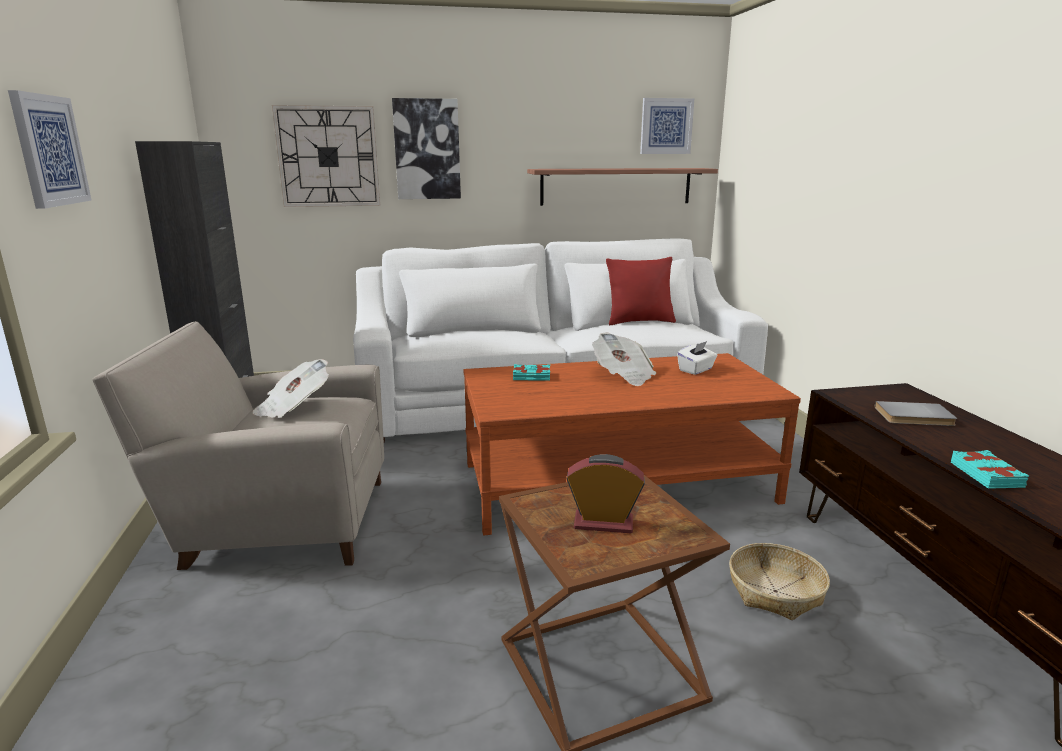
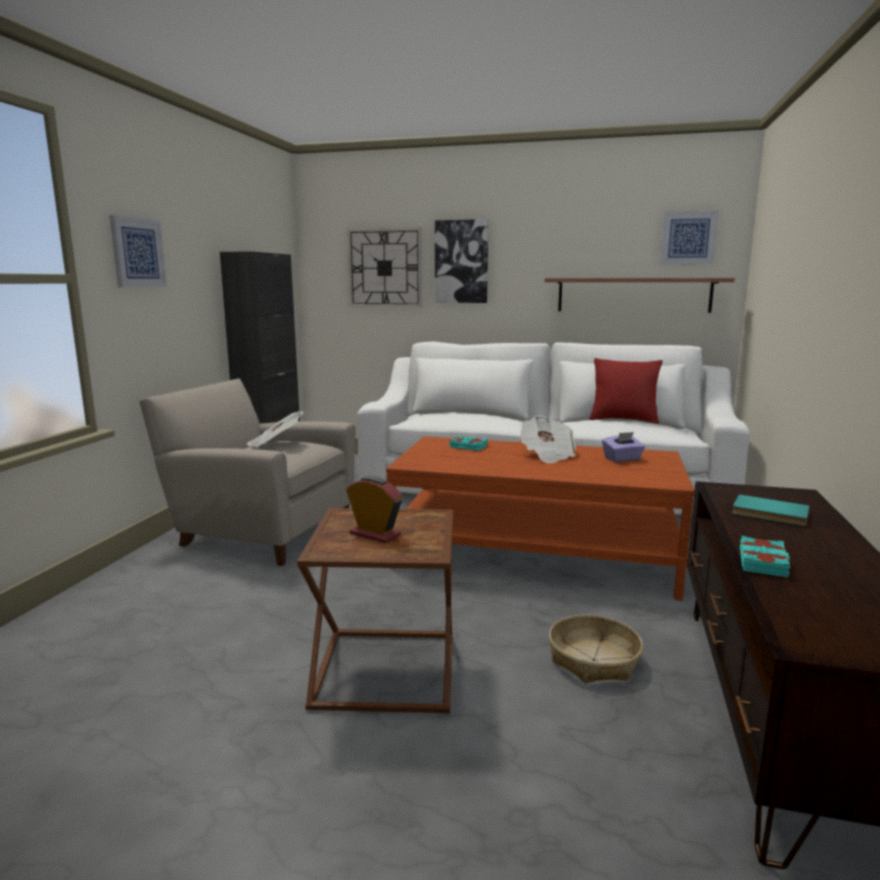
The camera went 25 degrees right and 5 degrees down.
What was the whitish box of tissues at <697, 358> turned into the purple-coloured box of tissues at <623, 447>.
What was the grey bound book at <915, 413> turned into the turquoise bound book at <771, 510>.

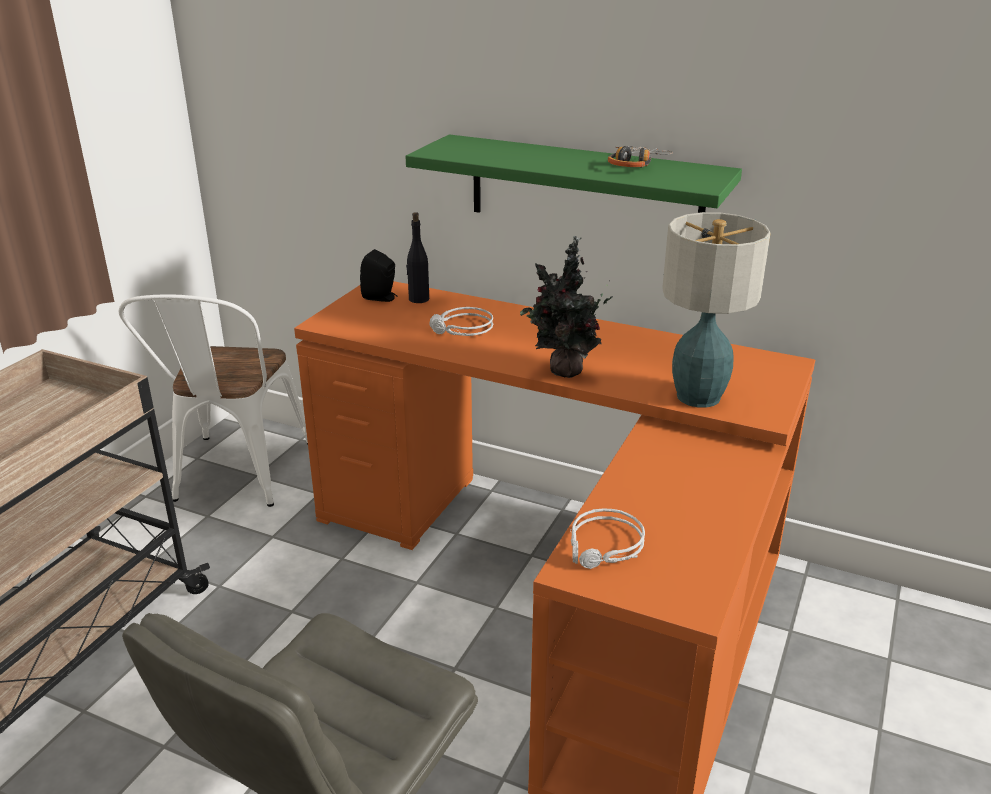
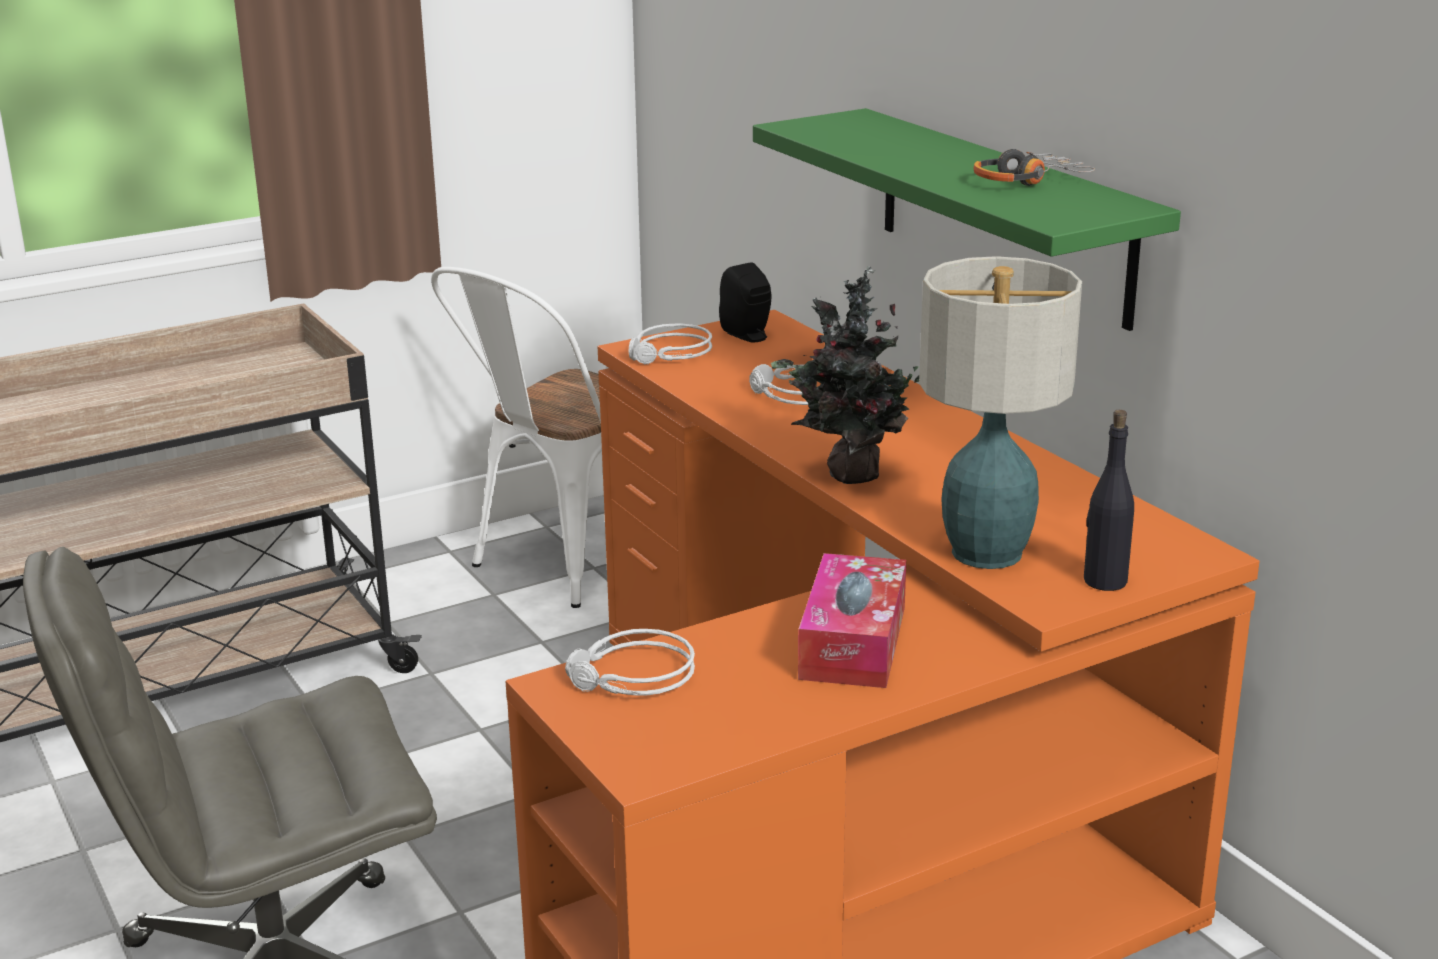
The camera went 35 degrees right and 5 degrees down.
The blackish drink bottle ended up elsewhere, having gone from <417, 257> to <1109, 500>.
The second view gained the grey headphones at <670, 344>.
The second view gained the box of tissues at <852, 620>.

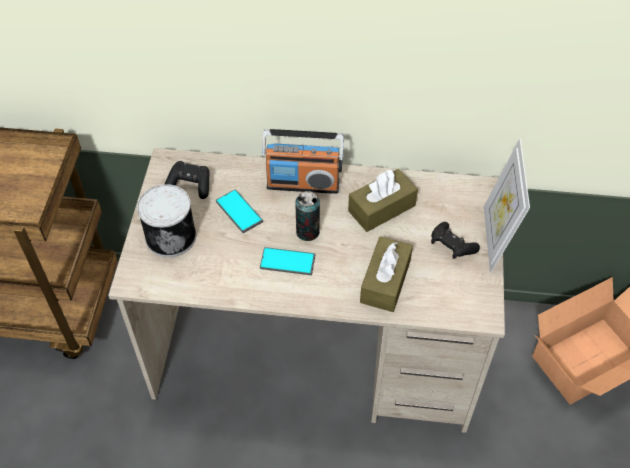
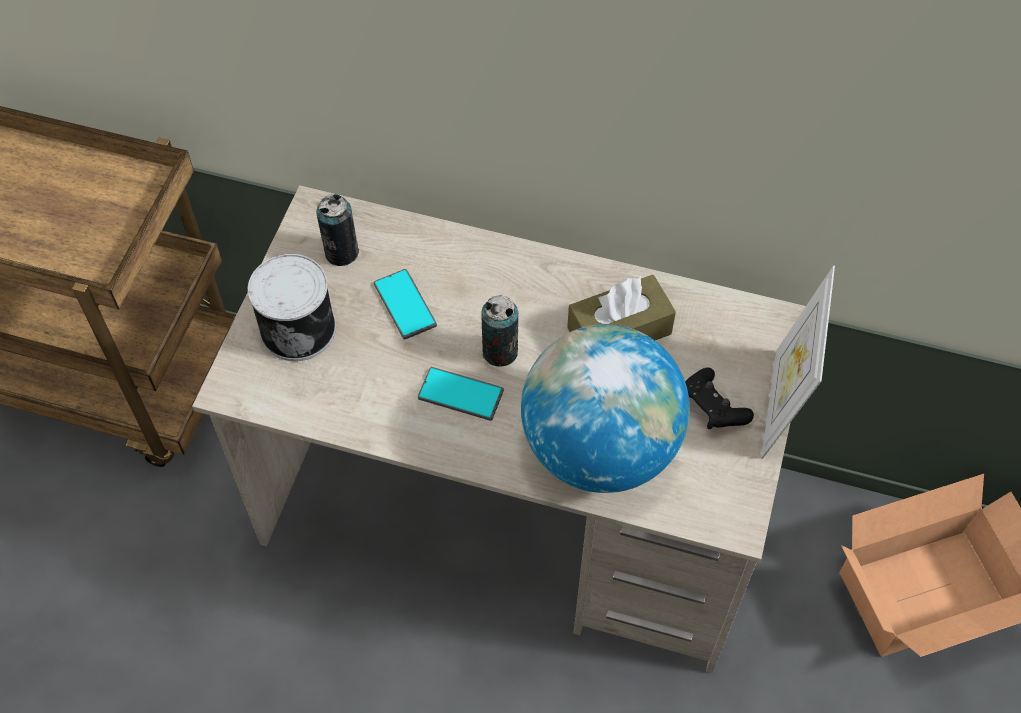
The camera went 10 degrees right and 5 degrees up.
The second view lost the radio set at <303, 161>.
Where the blackish game controller stood at <187, 180>, the metal can came to stand at <337, 230>.
Where the brownish box of tissues stood at <386, 274>, the desk globe came to stand at <605, 408>.

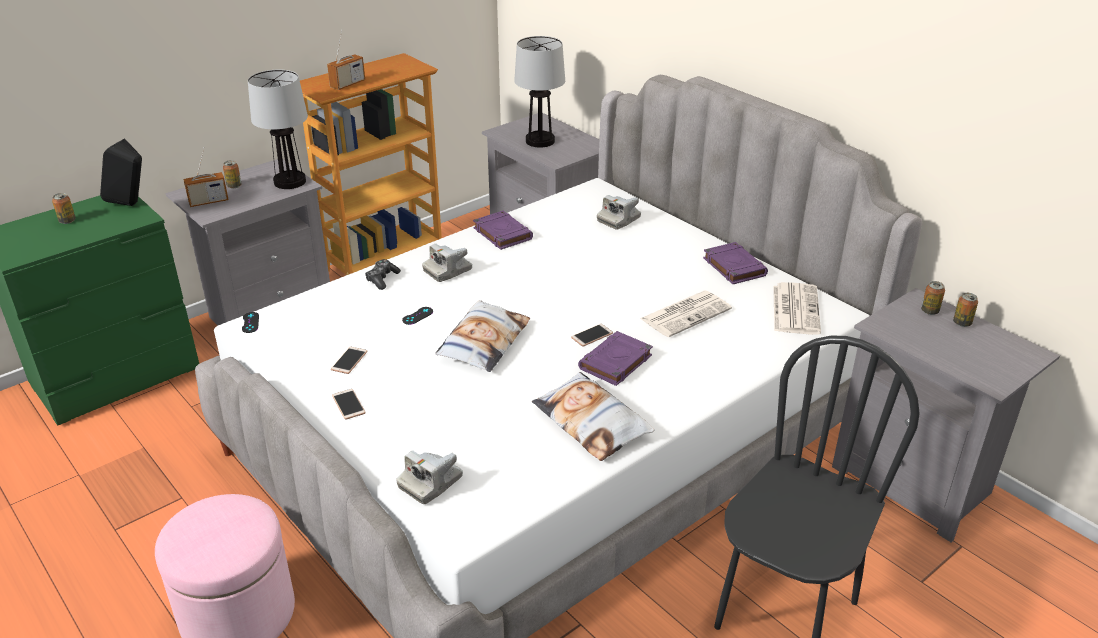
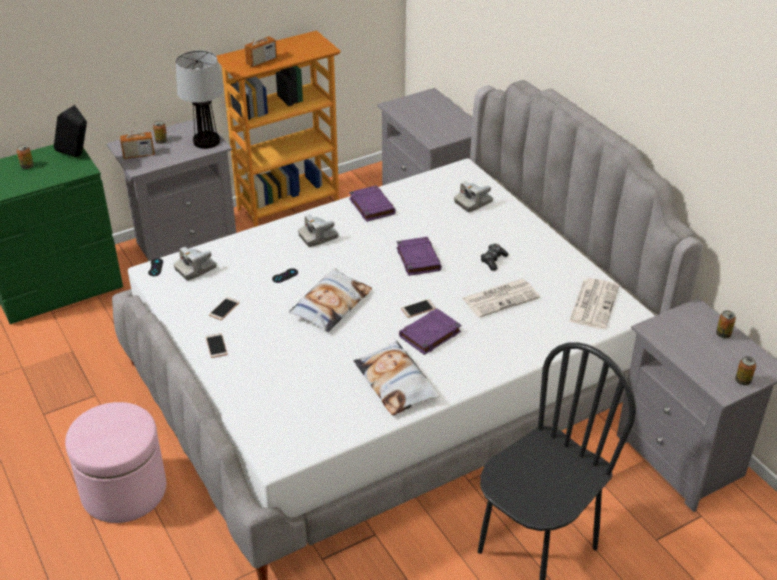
The camera went 10 degrees right and 5 degrees up.
The second view lost the lamp for a table at <539, 92>.
The purple-coloured bound book ended up elsewhere, having gone from <735, 263> to <419, 256>.
The game controller ended up elsewhere, having gone from <383, 274> to <495, 257>.
The metal can ended up elsewhere, having gone from <933, 298> to <745, 370>.
The photo camera ended up elsewhere, having gone from <429, 477> to <195, 263>.

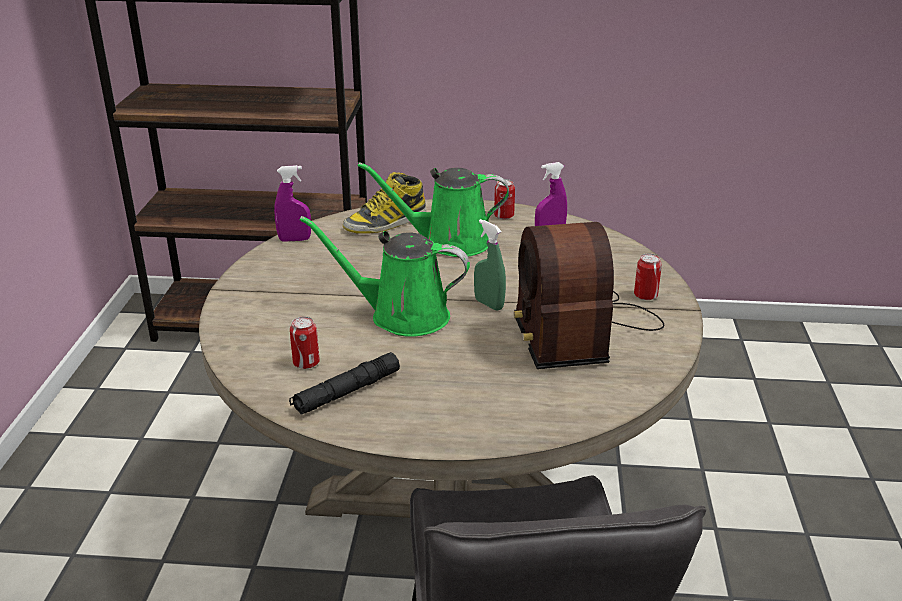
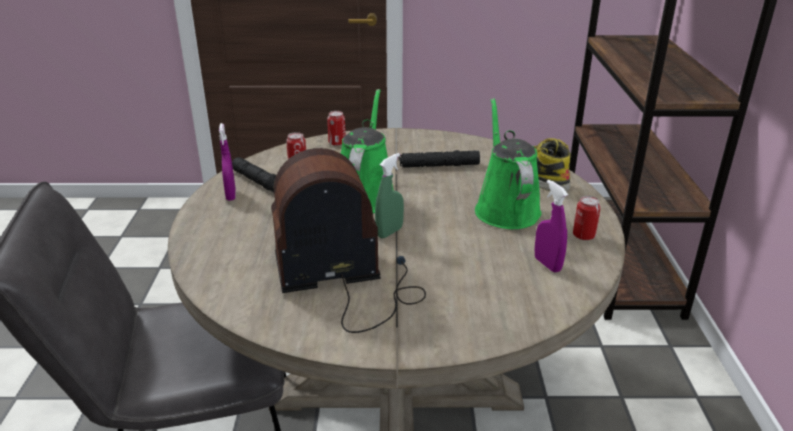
The camera went 85 degrees right and 0 degrees up.
The purple-coloured spray bottle ended up elsewhere, having gone from <292, 203> to <227, 162>.
The metal can ended up elsewhere, having gone from <648, 276> to <336, 128>.
The second view gained the blackish flashlight at <439, 159>.

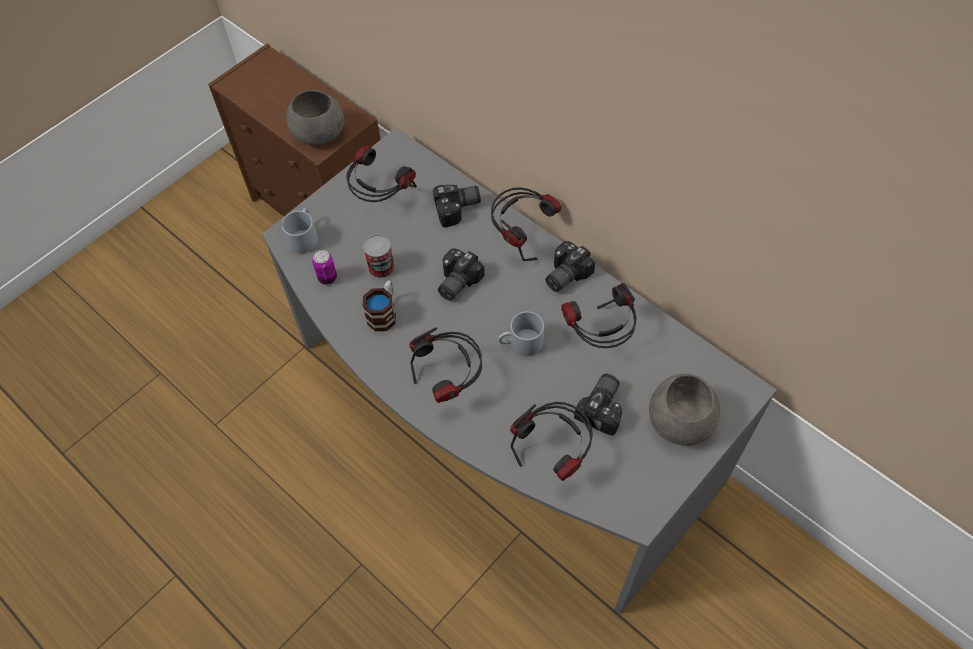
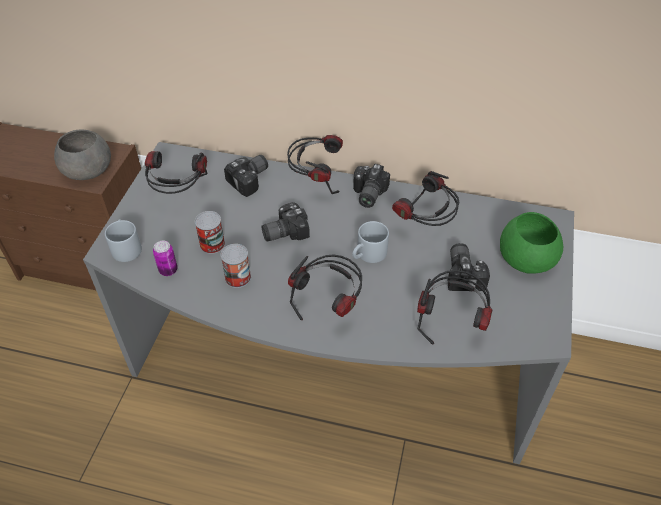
The camera went 30 degrees left and 10 degrees down.
The photo camera at <461, 275> ended up facing another way, 60 degrees clockwise from before.
Where the mug stood at <379, 305>, the metal can came to stand at <236, 266>.
What was the grey deep dish at <684, 410> turned into the green deep dish at <531, 243>.

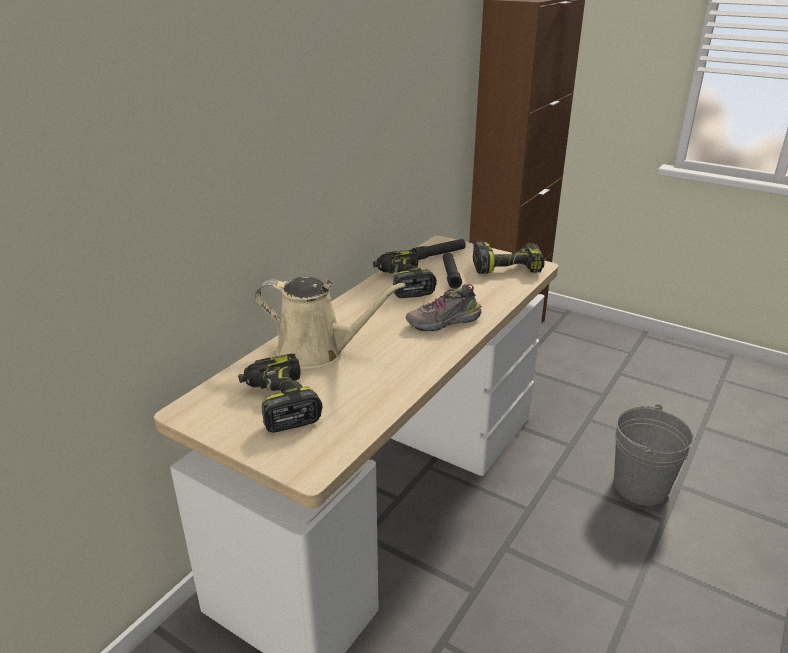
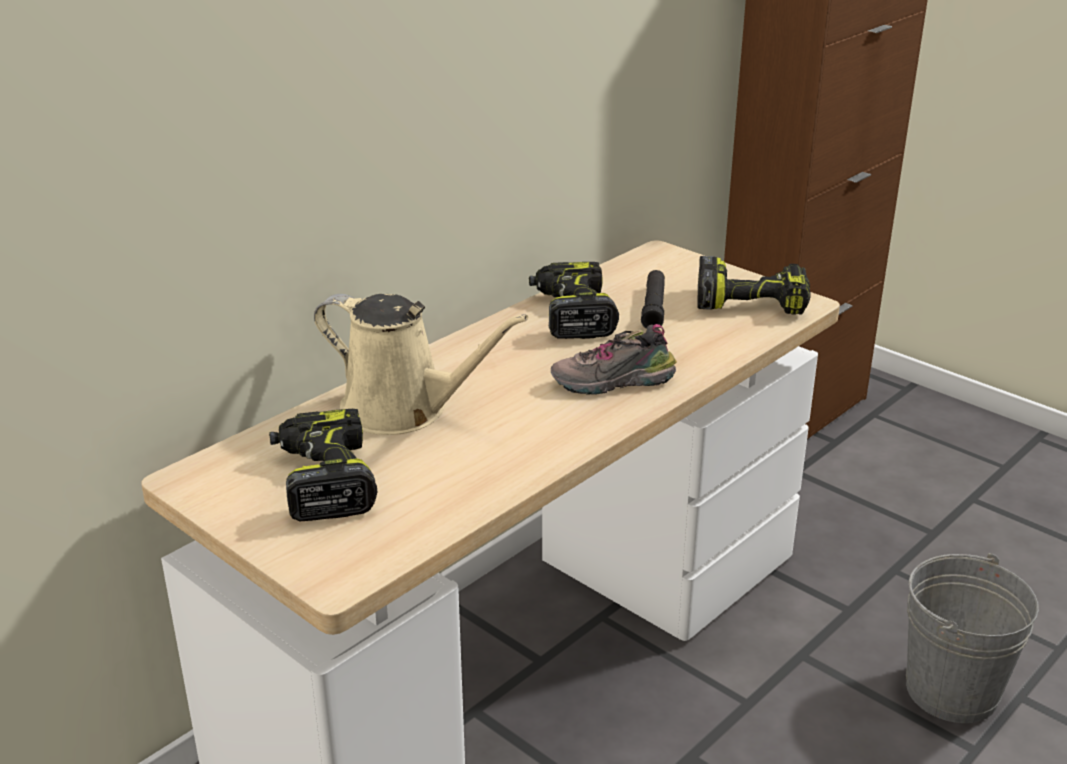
The camera went 10 degrees right and 0 degrees up.
The second view lost the blackish flashlight at <439, 249>.

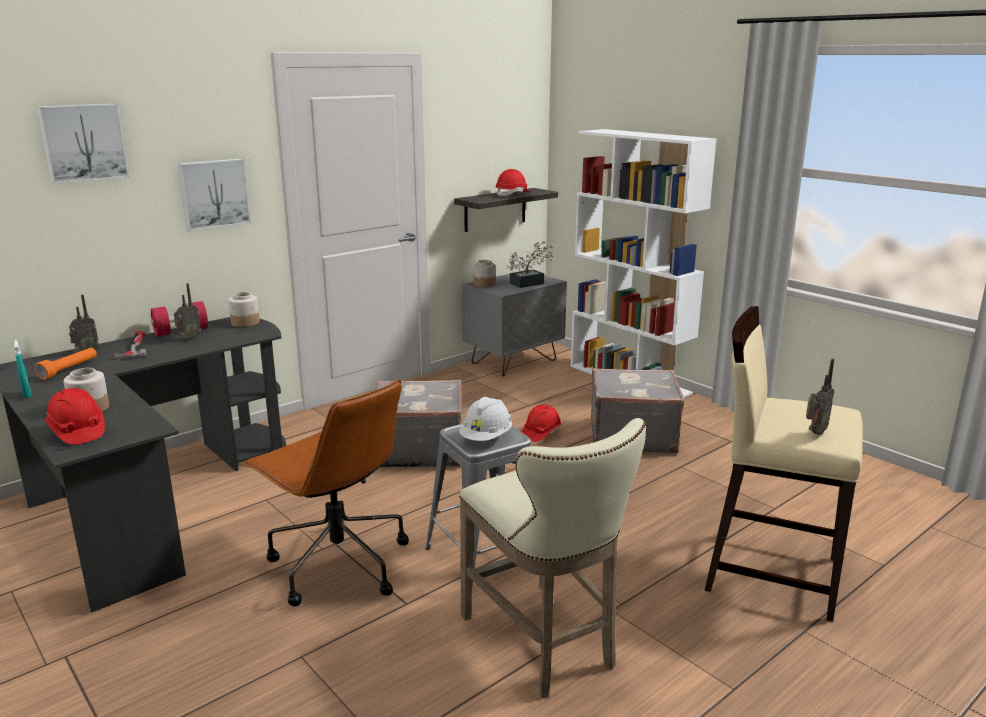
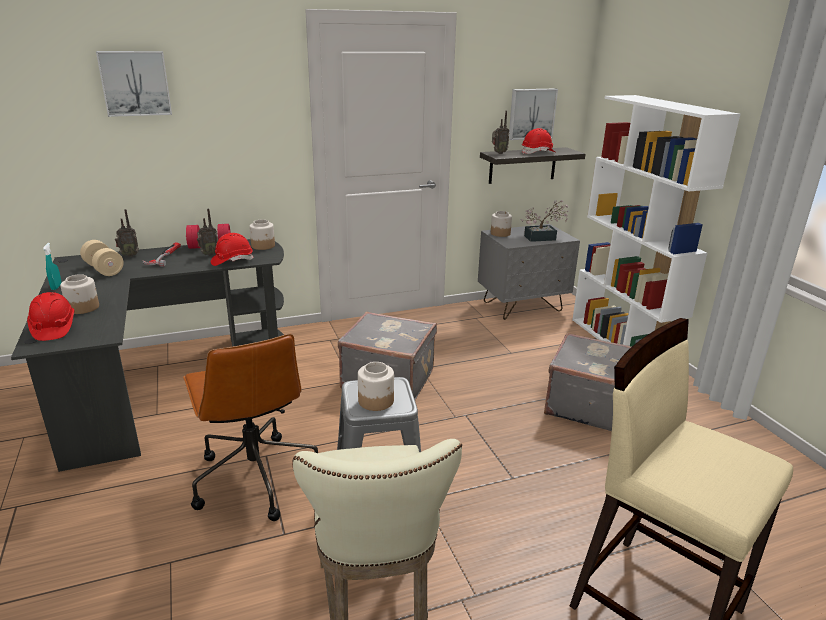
The camera went 20 degrees right and 5 degrees up.
The wall art ended up elsewhere, having gone from <214, 195> to <533, 114>.
Where the orange-coloured flashlight stood at <66, 364>, the beige dumbbell came to stand at <101, 258>.
The radio set ended up elsewhere, having gone from <820, 397> to <501, 132>.
Where the whitish hard hat stood at <485, 419>, the jar came to stand at <376, 386>.
The red-coloured hard hat ended up elsewhere, having gone from <541, 423> to <231, 249>.

